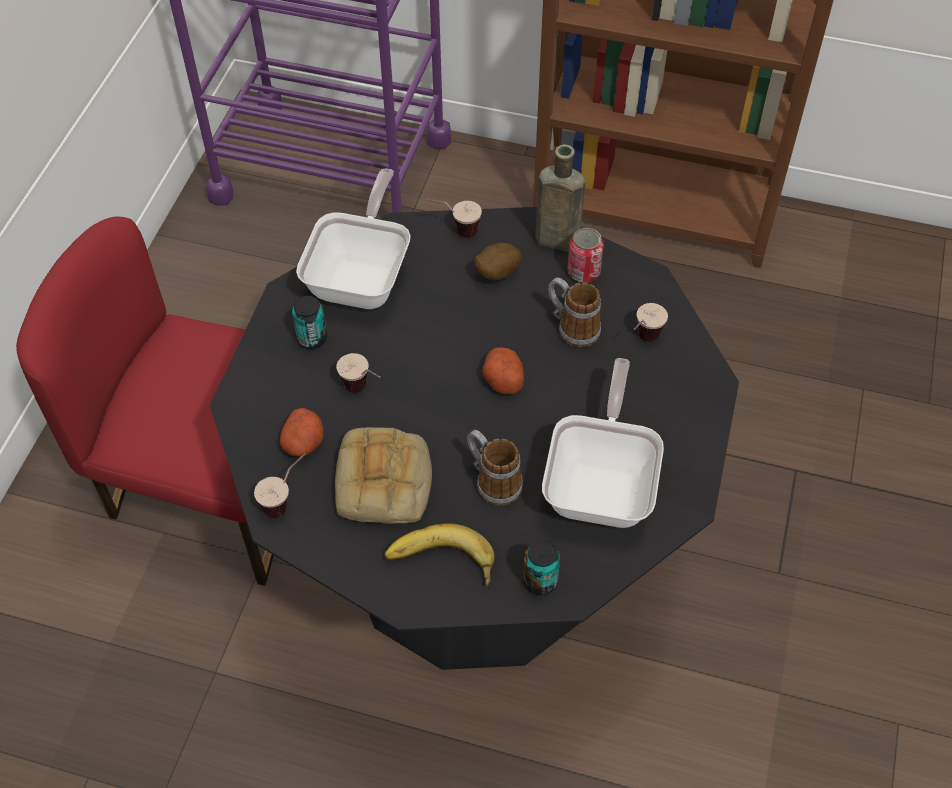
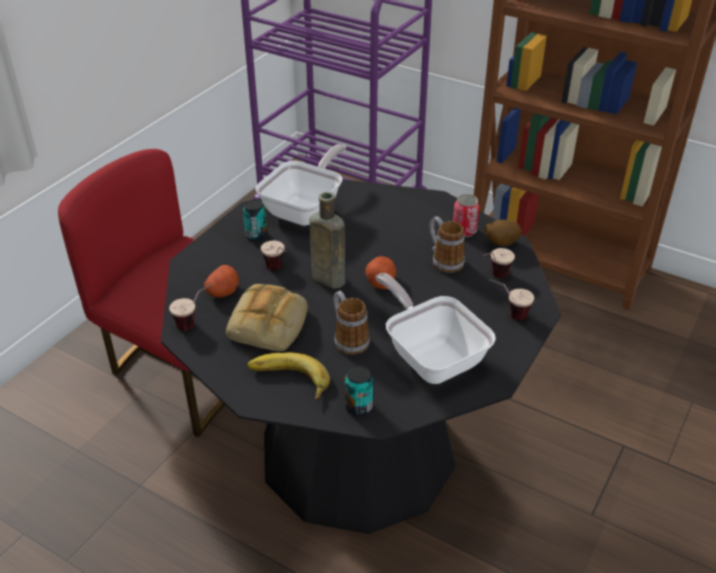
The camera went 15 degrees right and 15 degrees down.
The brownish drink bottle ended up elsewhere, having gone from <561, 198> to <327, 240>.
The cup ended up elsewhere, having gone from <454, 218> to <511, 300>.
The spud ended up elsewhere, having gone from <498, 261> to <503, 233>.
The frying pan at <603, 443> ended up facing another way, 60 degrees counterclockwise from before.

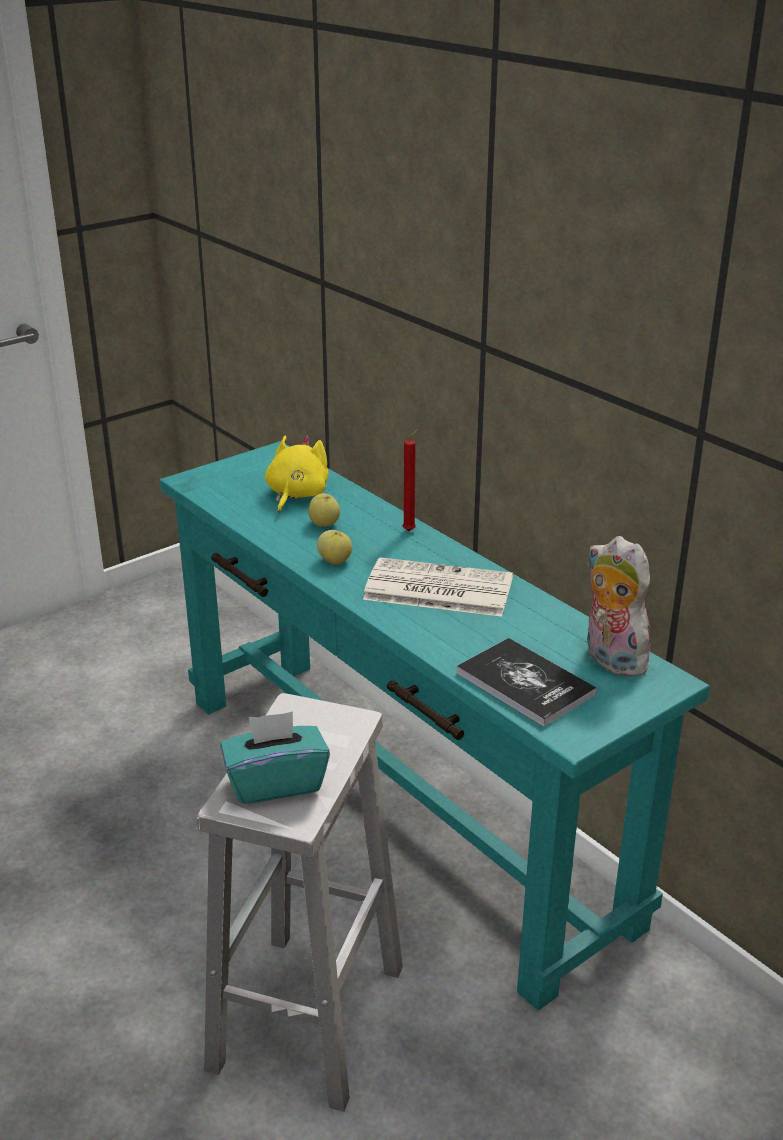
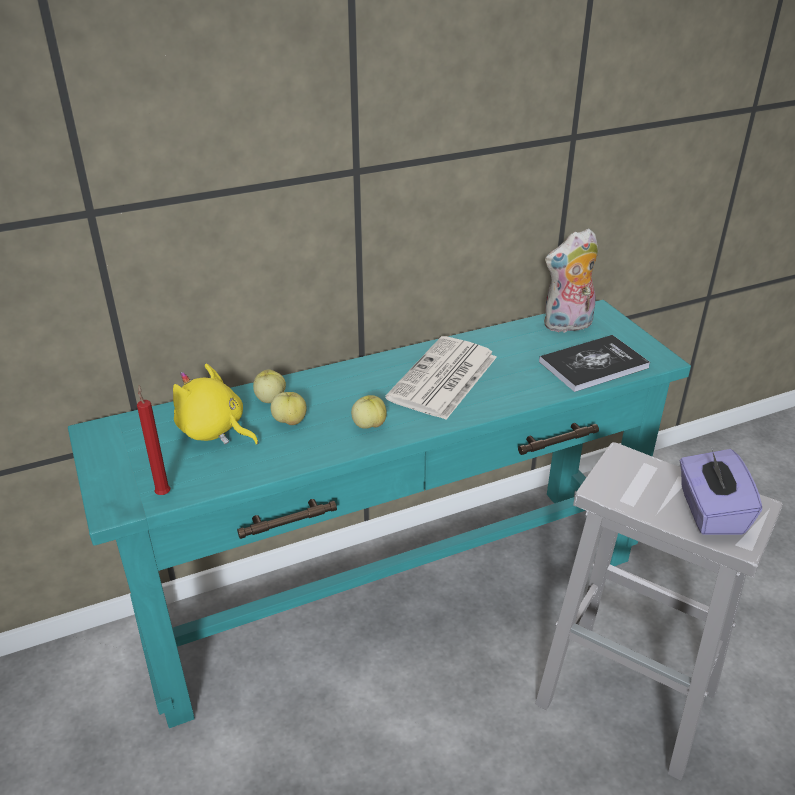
The camera went 75 degrees left and 5 degrees up.
The red-coloured wax candle ended up elsewhere, having gone from <411, 480> to <154, 440>.
What was the turquoise box of tissues at <275, 757> turned into the purple-coloured box of tissues at <721, 492>.
The second view gained the apple at <269, 386>.

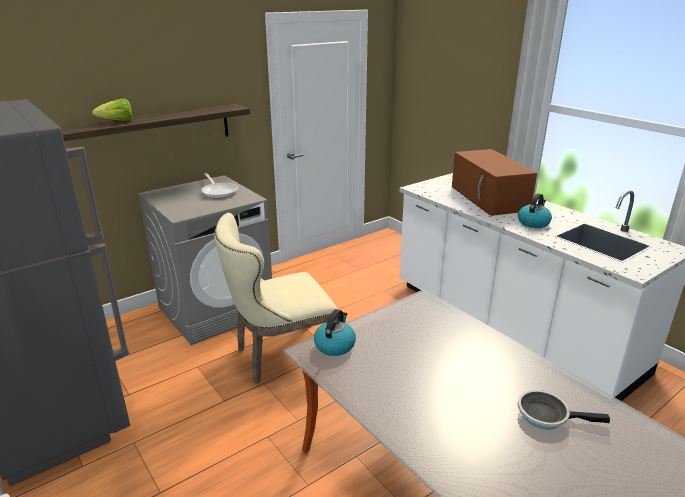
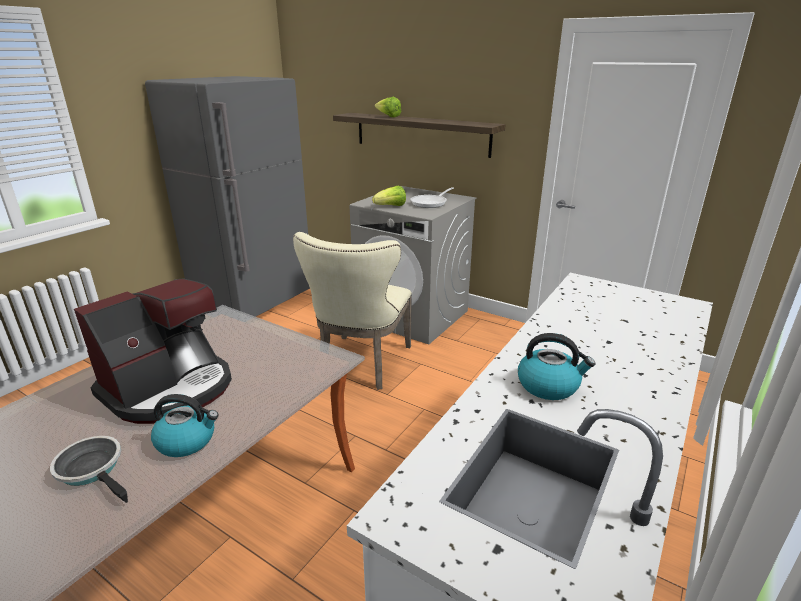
The camera went 70 degrees right and 0 degrees up.
The second view lost the brownish kitchen microwave at <494, 182>.
The beige upright chair at <276, 298> ended up facing another way, 120 degrees counterclockwise from before.
The kettle ended up elsewhere, having gone from <335, 332> to <185, 425>.
The frying pan at <564, 410> ended up facing another way, 45 degrees counterclockwise from before.
The second view gained the lettuce at <389, 196>.
The second view gained the coffee brewer at <153, 351>.

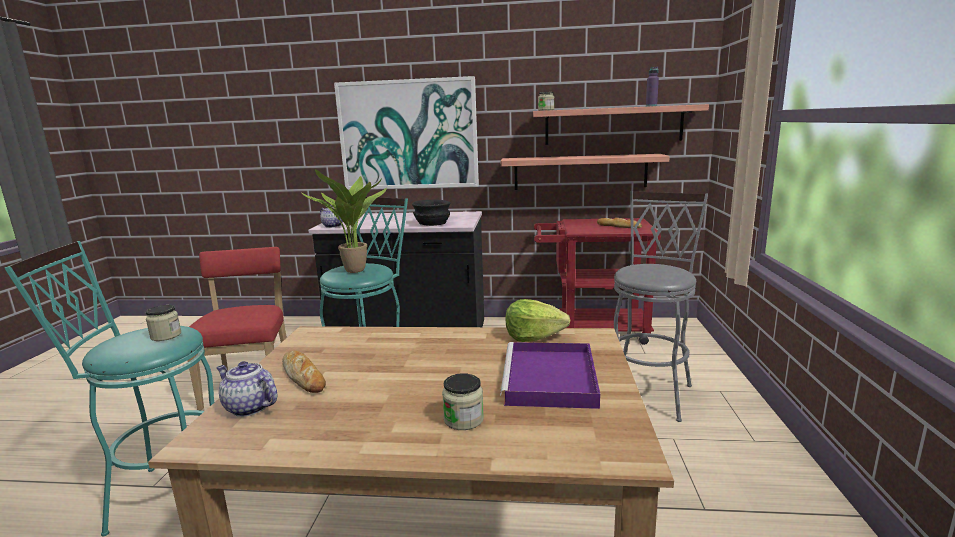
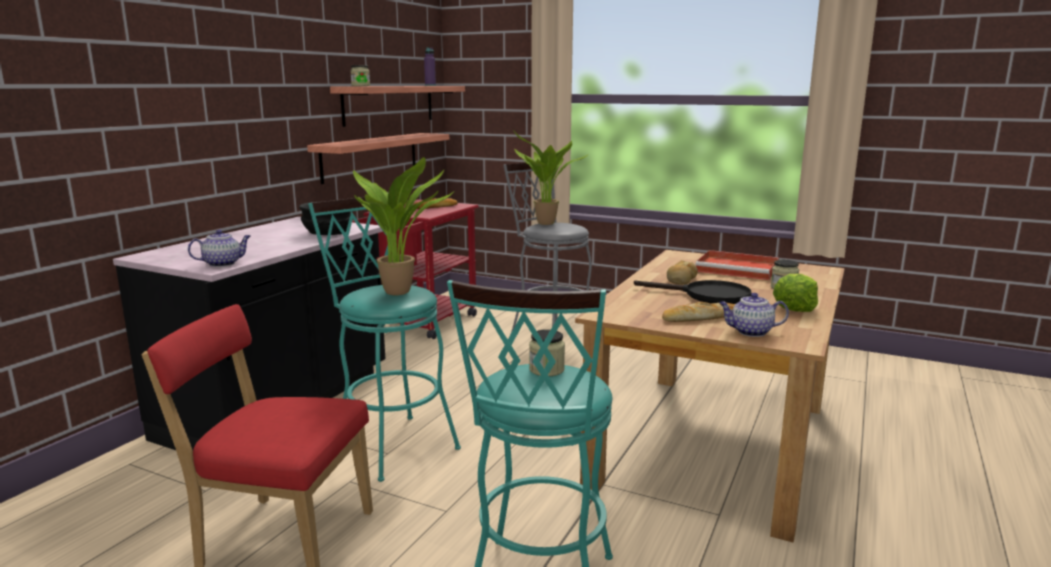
The camera went 70 degrees left and 0 degrees up.
The second view lost the wall art at <406, 133>.
The lettuce ended up elsewhere, having gone from <538, 320> to <795, 293>.
What was the purple-coloured tray at <550, 375> turned into the red-coloured tray at <737, 265>.
The tea pot at <246, 389> ended up facing another way, 45 degrees clockwise from before.
The second view gained the plant in a pot at <551, 178>.
The second view gained the bread at <682, 272>.
The second view gained the blackish frying pan at <693, 292>.

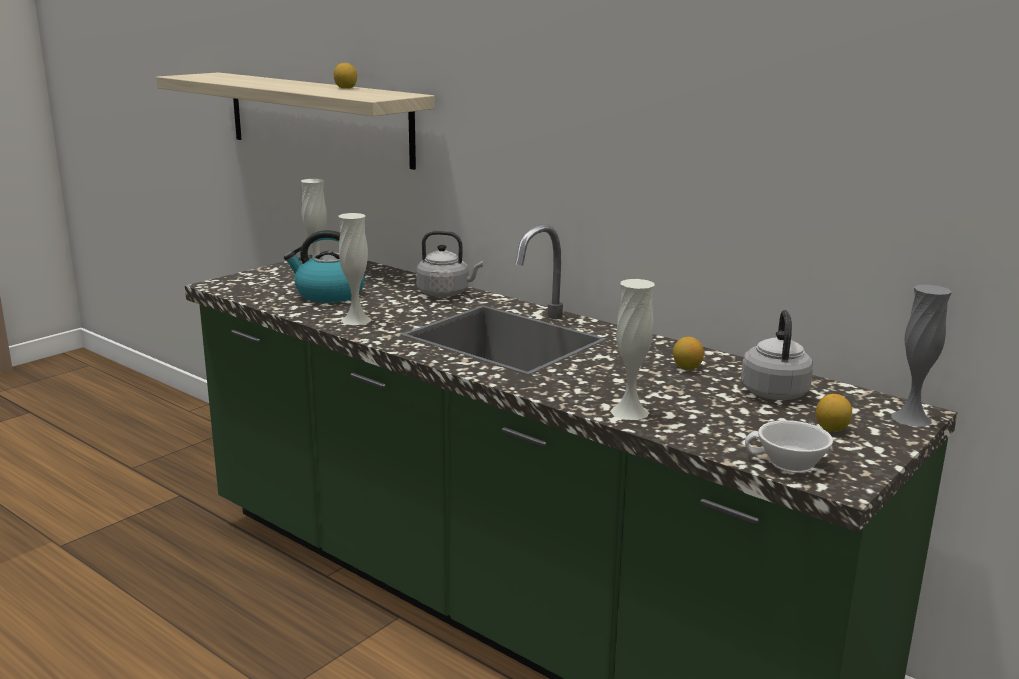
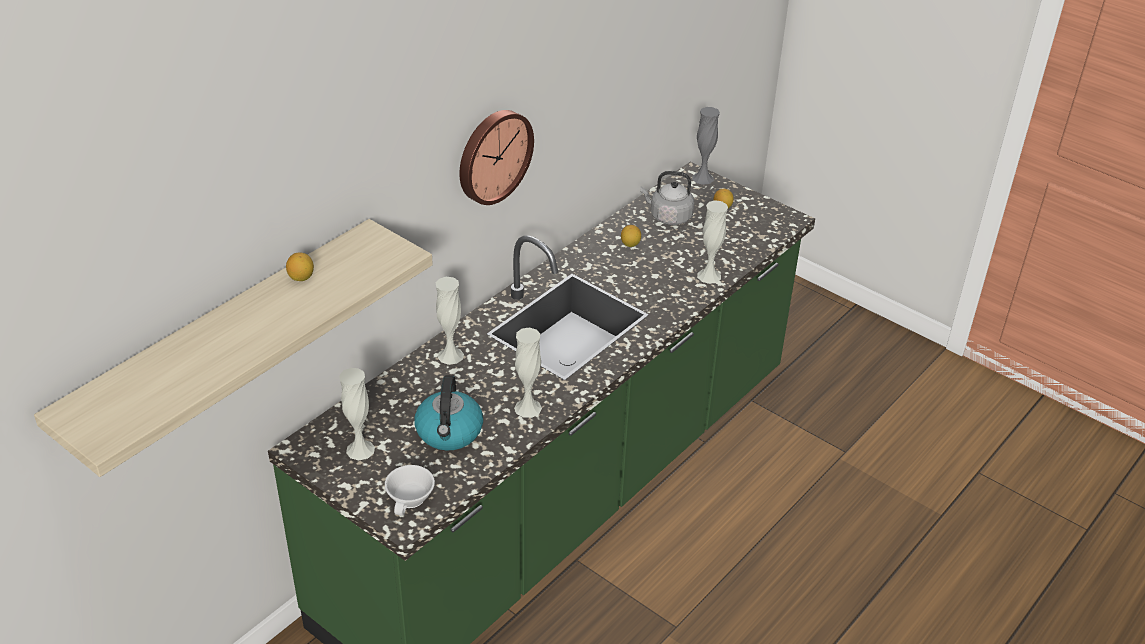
The camera went 90 degrees left and 20 degrees up.
Where the grey kettle stood at <449, 264>, the whitish flower vase came to stand at <450, 321>.
The whitish cup ended up elsewhere, having gone from <789, 446> to <410, 490>.
The second view gained the wall clock at <496, 157>.

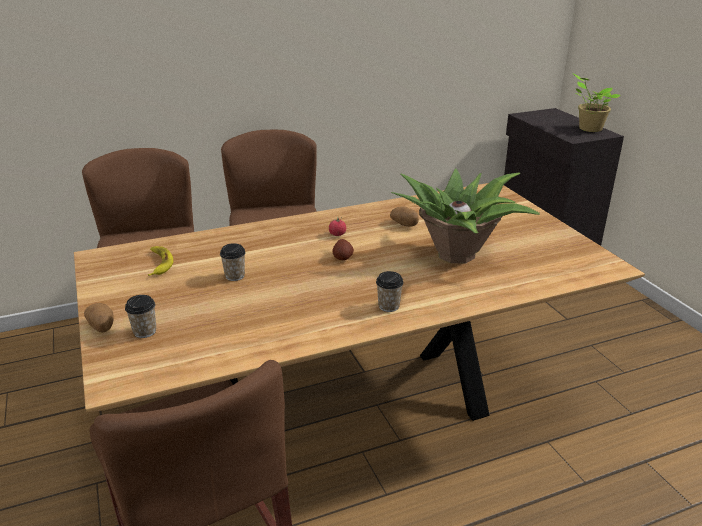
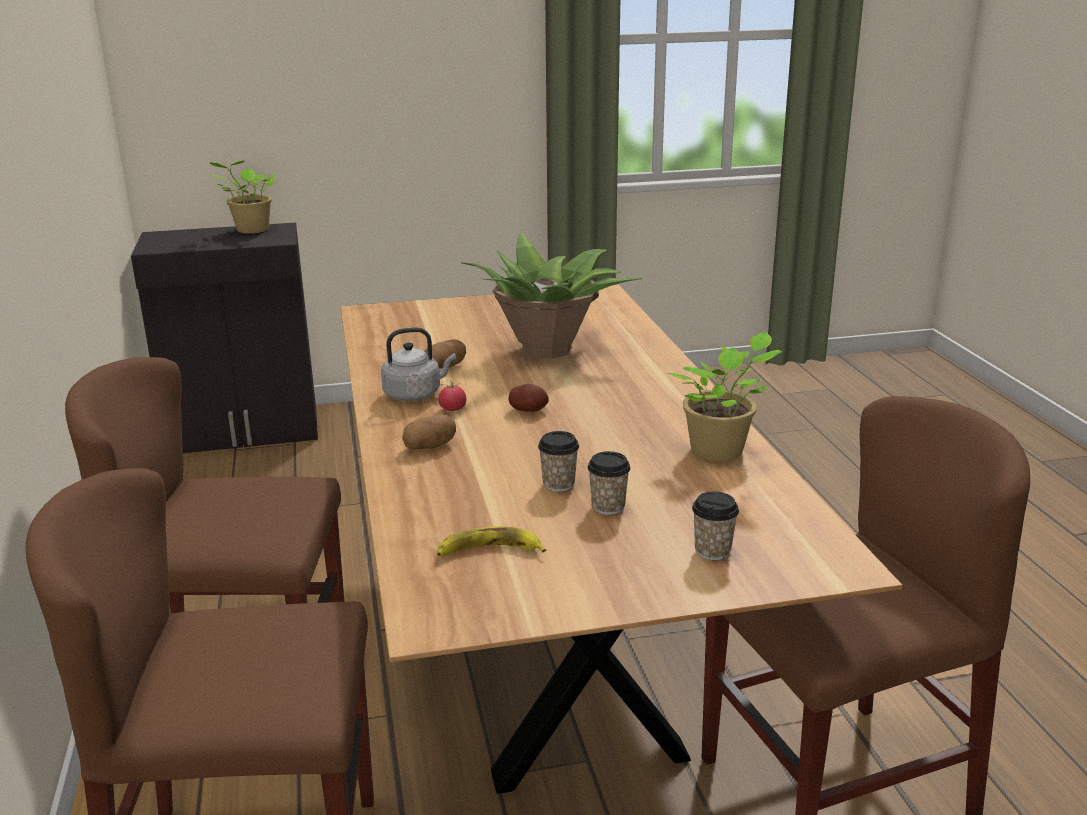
The camera went 80 degrees left and 5 degrees down.
The cup ended up elsewhere, having gone from <390, 291> to <609, 483>.
The spud ended up elsewhere, having gone from <99, 318> to <429, 432>.
The second view gained the grey kettle at <418, 364>.
The second view gained the plant in a pot at <724, 396>.

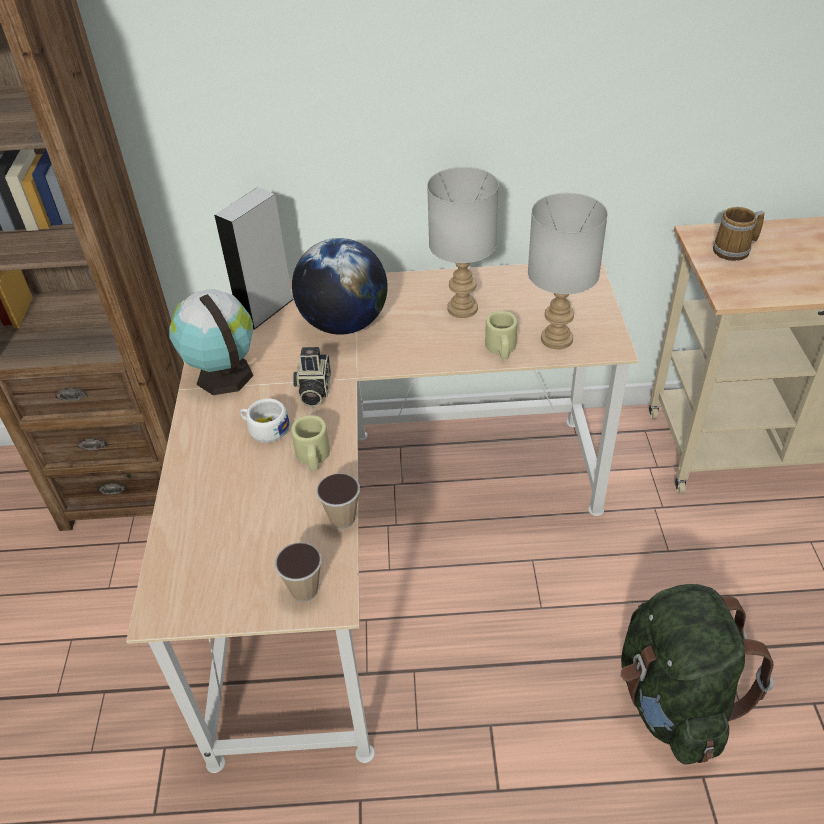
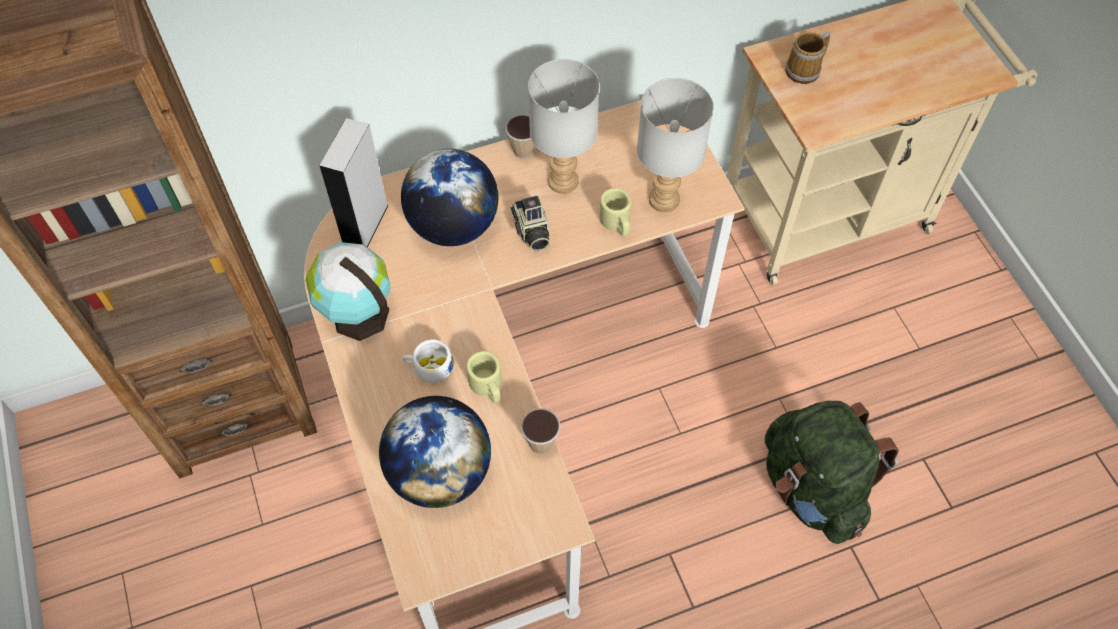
The camera went 20 degrees left and 15 degrees up.
The photo camera ended up elsewhere, having gone from <312, 377> to <530, 223>.
The cup ended up elsewhere, having gone from <298, 572> to <519, 136>.
The second view gained the desk globe at <435, 452>.

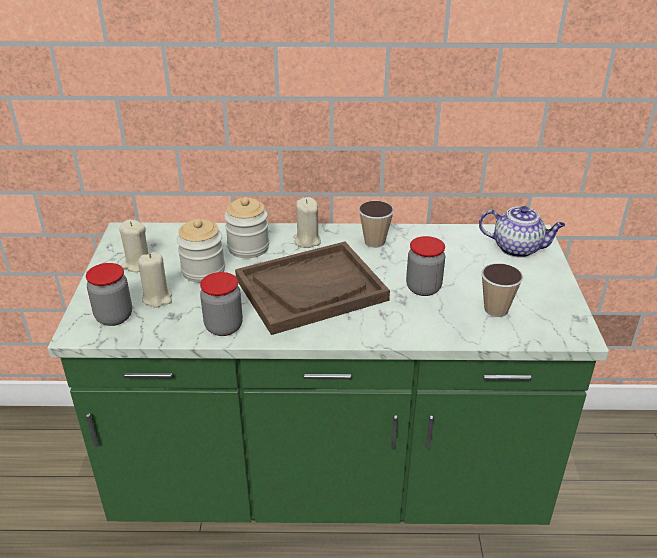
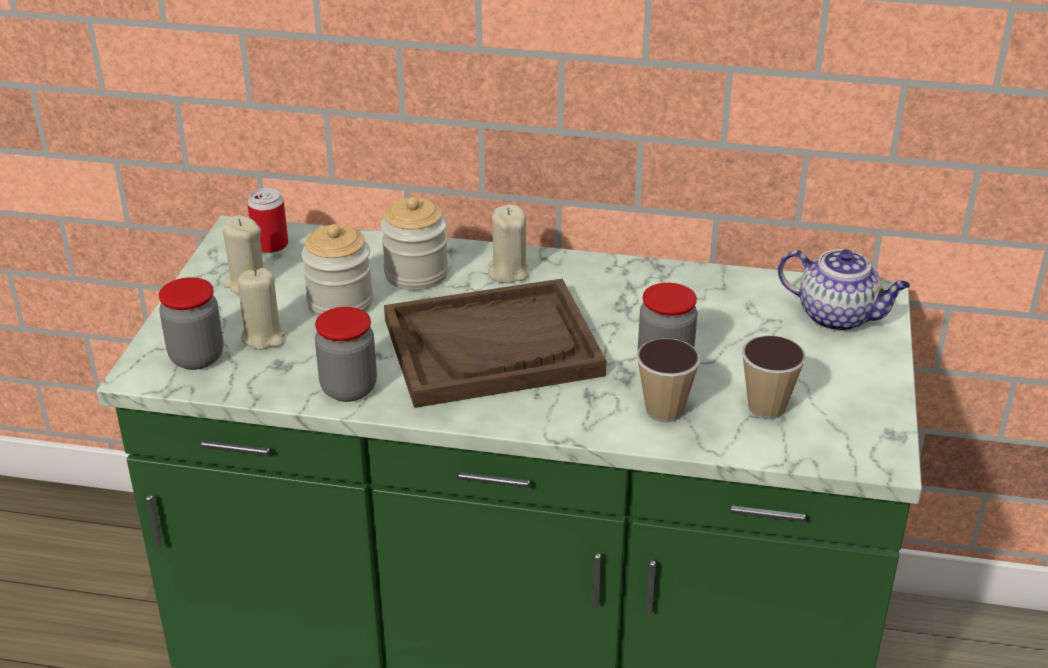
The camera went 10 degrees right and 0 degrees up.
The cup ended up elsewhere, having gone from <376, 224> to <668, 380>.
The second view gained the metal can at <267, 220>.

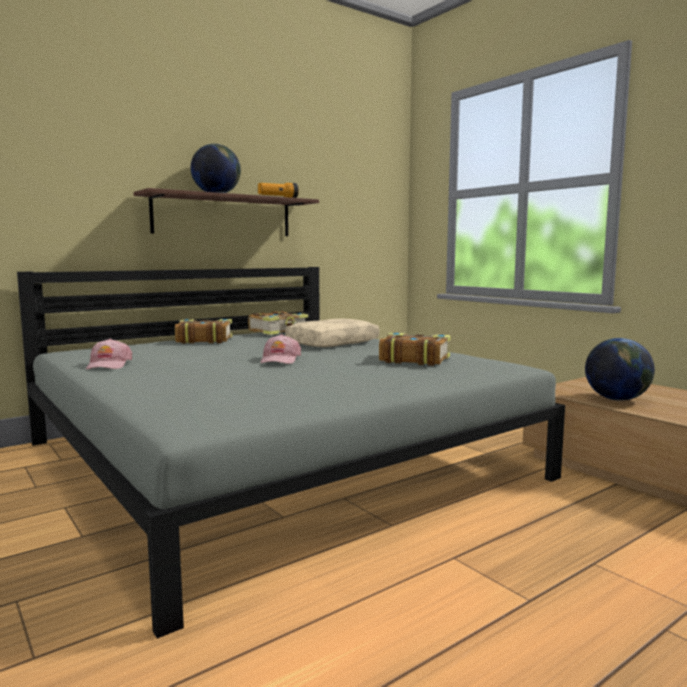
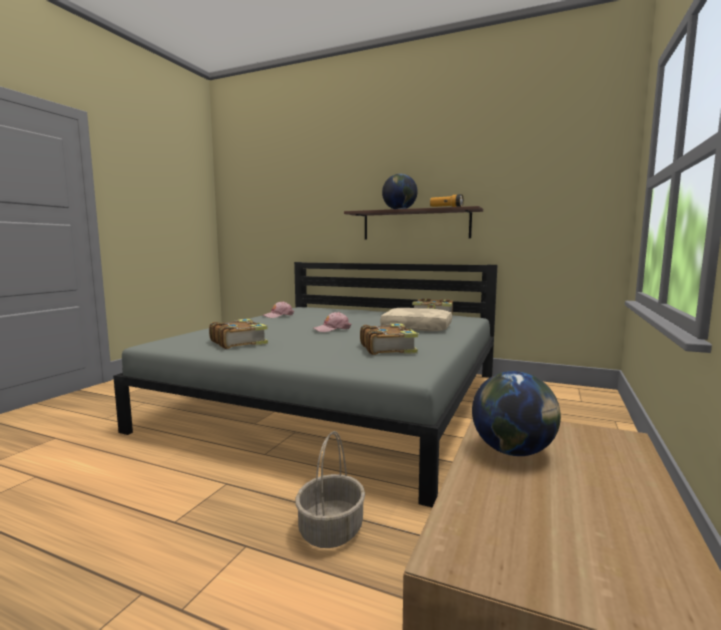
The camera went 60 degrees right and 0 degrees up.
The bound book ended up elsewhere, having gone from <204, 331> to <238, 334>.
The second view gained the household basket at <330, 489>.

